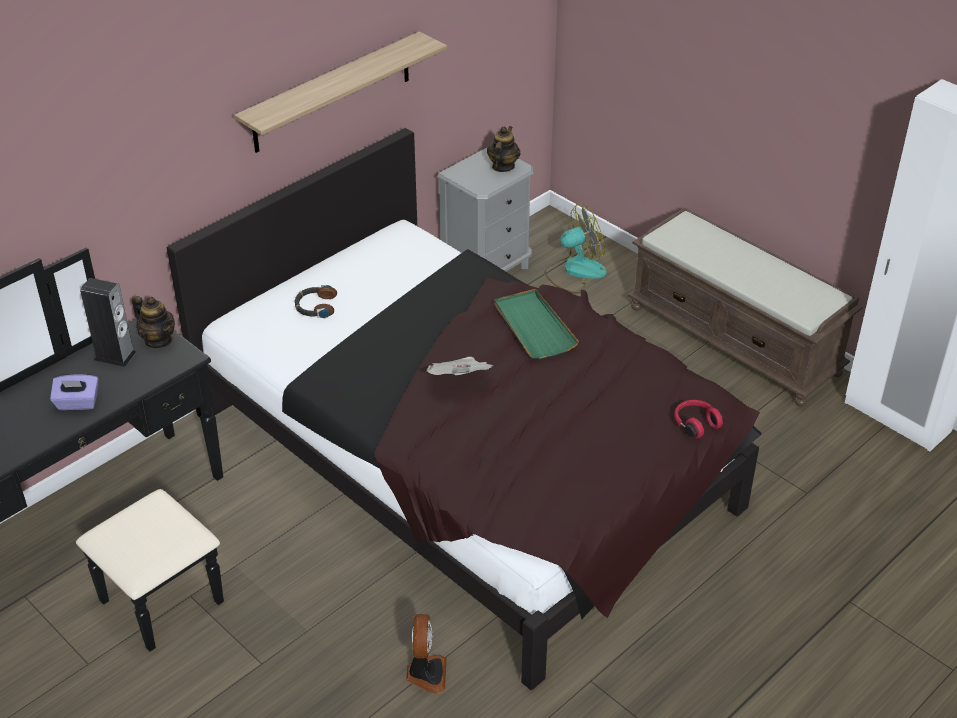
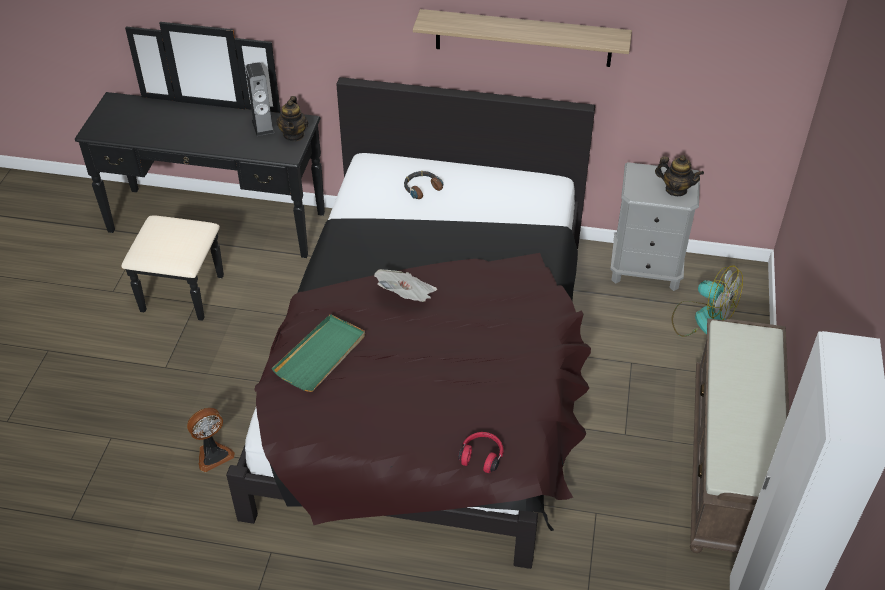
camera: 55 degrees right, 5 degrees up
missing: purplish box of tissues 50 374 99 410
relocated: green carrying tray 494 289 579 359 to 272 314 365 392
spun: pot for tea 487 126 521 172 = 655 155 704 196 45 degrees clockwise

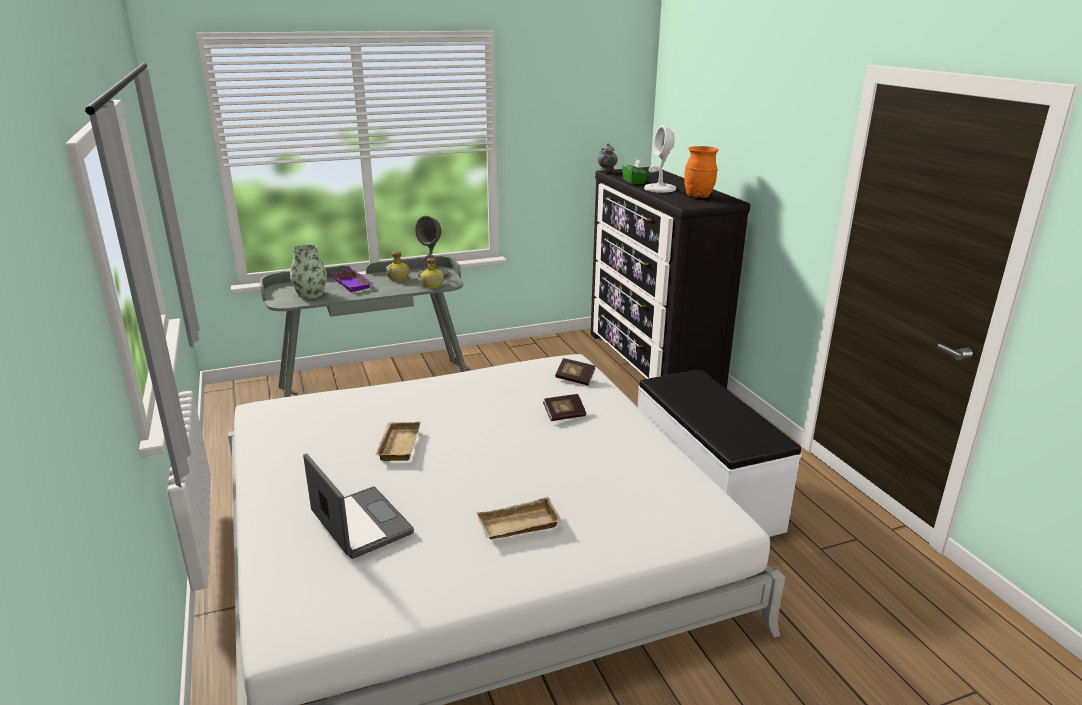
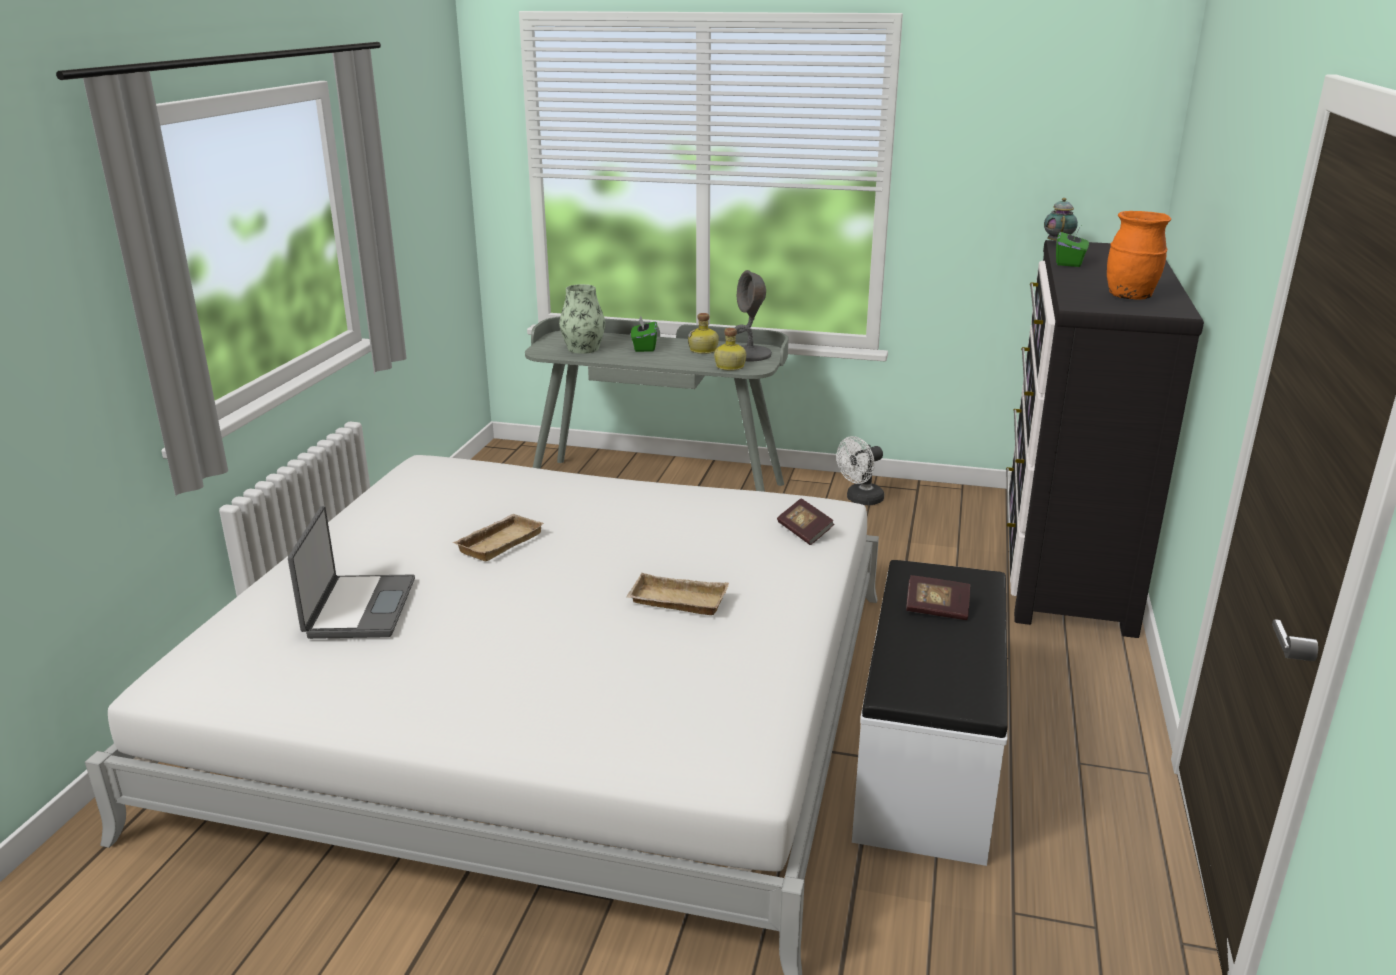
camera: 35 degrees right, 0 degrees up
missing: whitish lamp for a table 644 125 676 193
appeared: whitish fan 837 436 884 505
relocated: volume 543 394 586 421 to 906 575 970 620; beige carrying tray 477 497 561 539 to 626 573 729 615
exchanged: purplish carrying tray 331 270 374 293 to green box of tissues 631 316 657 352

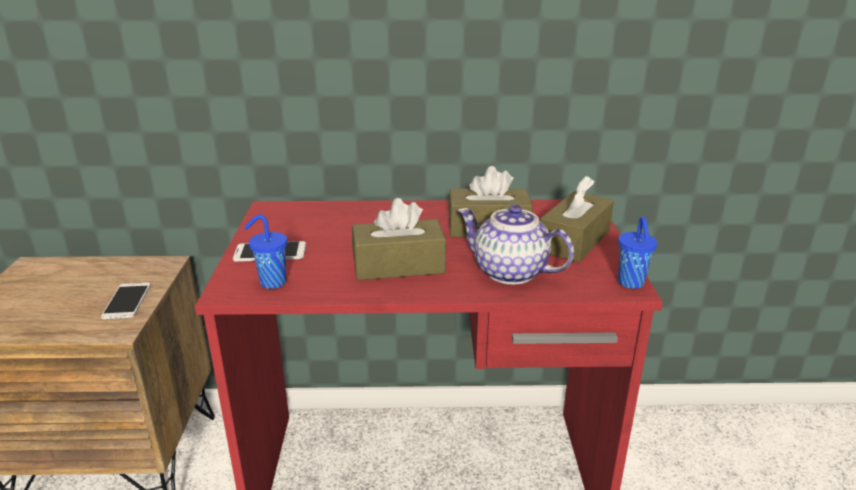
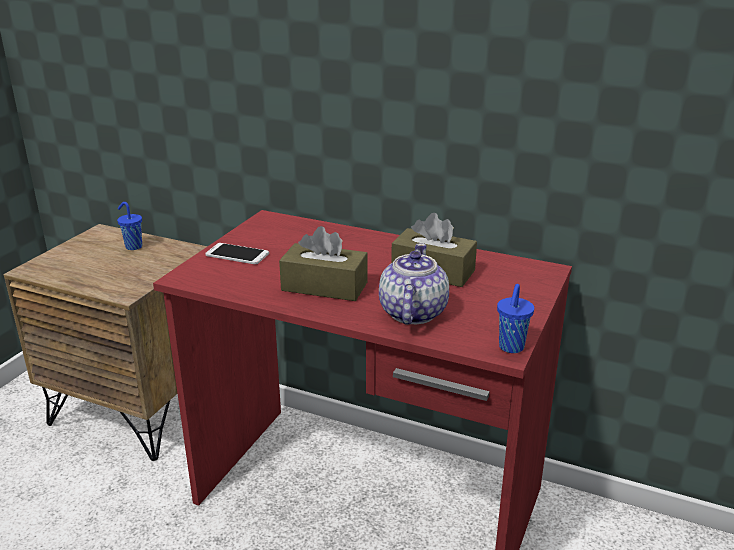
camera: 25 degrees right, 0 degrees up
missing: brown-coloured box of tissues 540 176 614 263; telephone 101 283 151 319
relocated: bluish drinking cup 244 215 287 289 to 117 202 142 250
spun: pot for tea 457 204 574 285 = 379 243 449 325 45 degrees clockwise

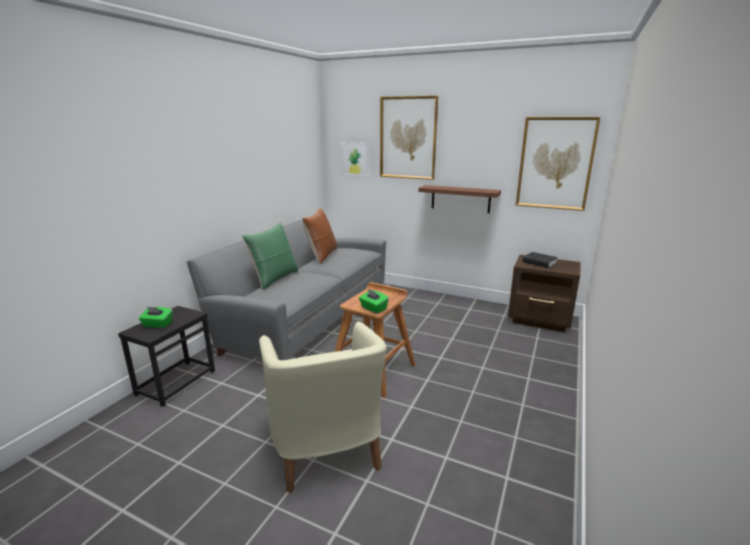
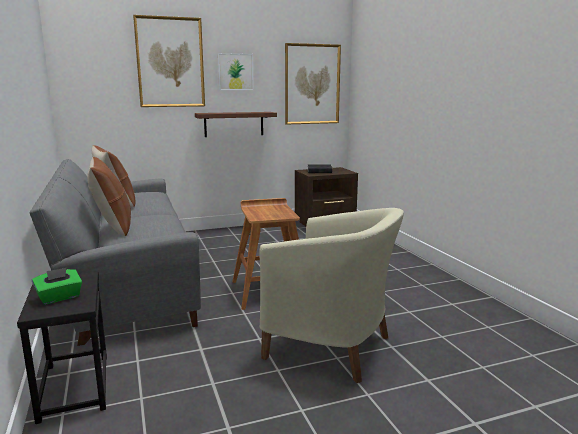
camera: 45 degrees left, 5 degrees down
missing: green box of tissues 359 289 389 313
relocated: wall art 341 142 370 176 to 218 53 254 90
colour: green pillow 242 223 298 290 to brown-coloured pillow 87 157 131 236

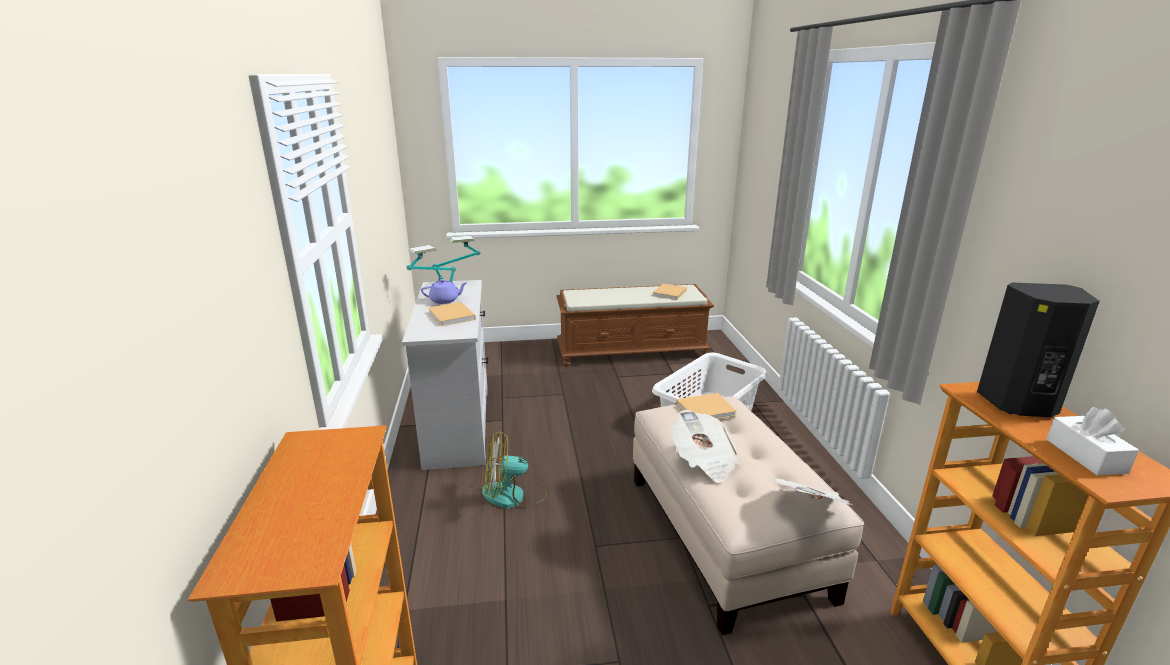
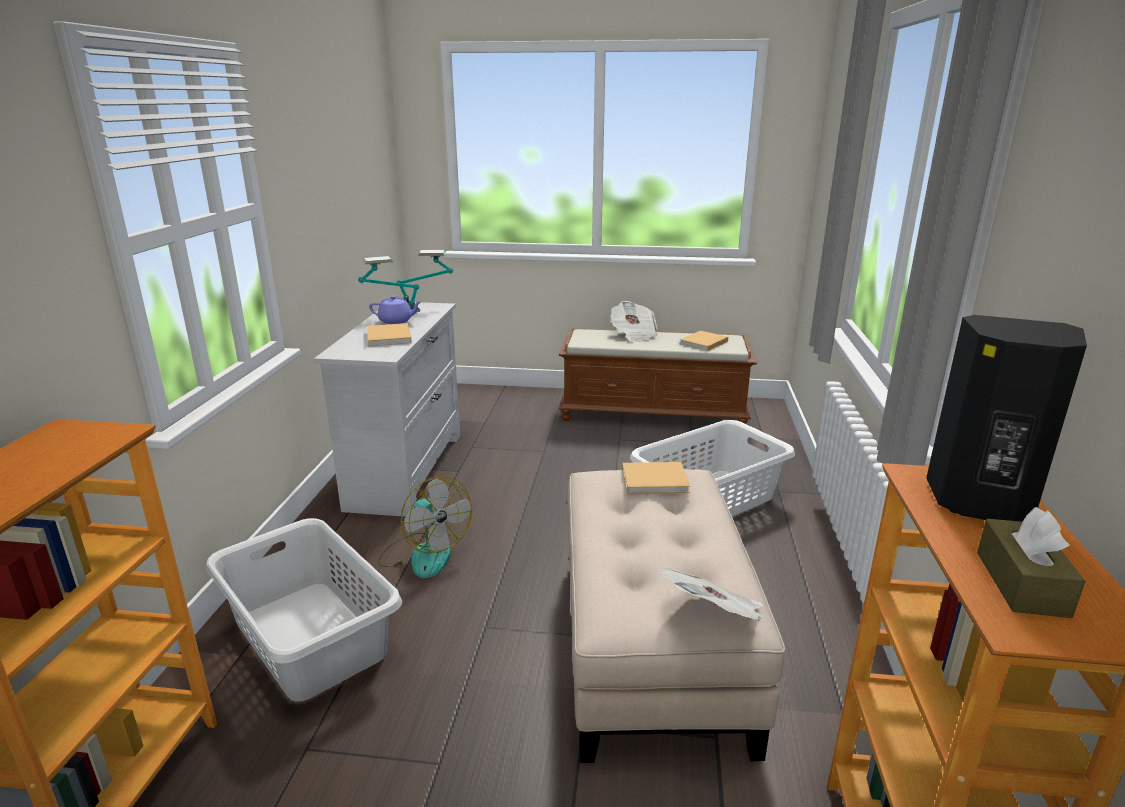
camera: 15 degrees right, 0 degrees up
appeared: grey washing basket 206 518 402 702
relocated: daily paper 670 410 740 483 to 611 301 658 343
colour: whitish box of tissues 1046 407 1139 475 to brown-coloured box of tissues 977 507 1085 618
spun: fan 482 431 547 508 = 378 476 472 578 135 degrees counterclockwise

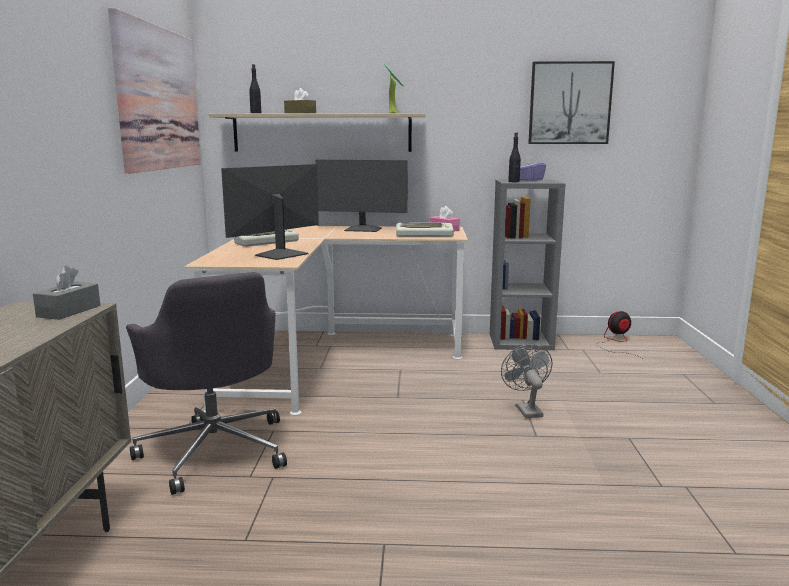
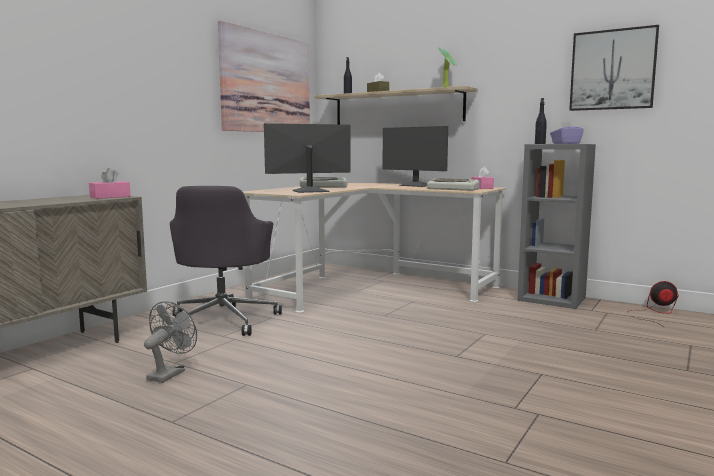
camera: 30 degrees right, 5 degrees down
relocated: grey fan 501 344 553 418 to 144 301 197 383
colour: grey box of tissues 33 266 100 320 to pink box of tissues 89 168 130 199

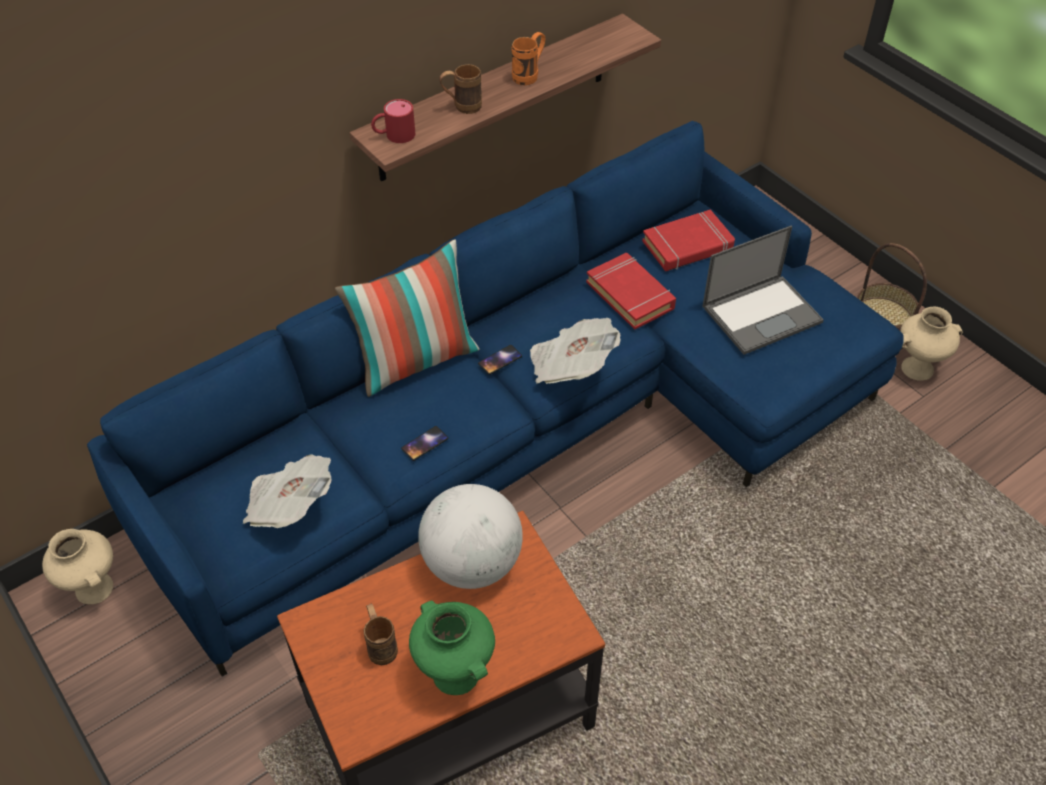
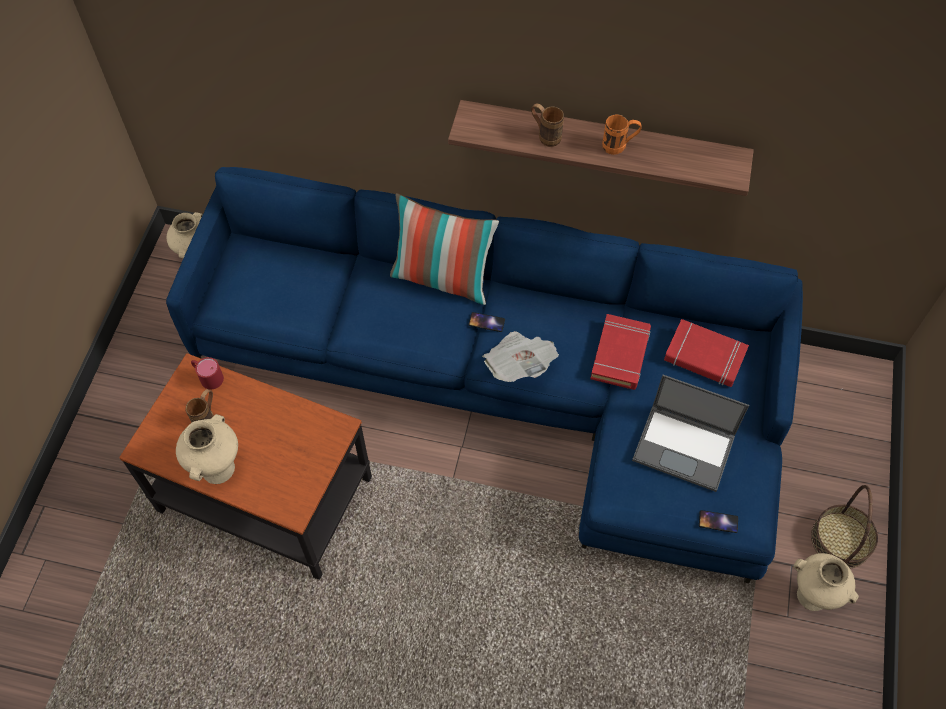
camera: 50 degrees right, 10 degrees up
missing: daily paper 243 454 332 528; desk globe 418 484 523 589
relocated: red mug 371 99 415 143 to 191 357 224 390; telephone 401 426 448 461 to 699 510 738 533
colour: green flower vase 409 600 495 695 to beige flower vase 176 414 238 484

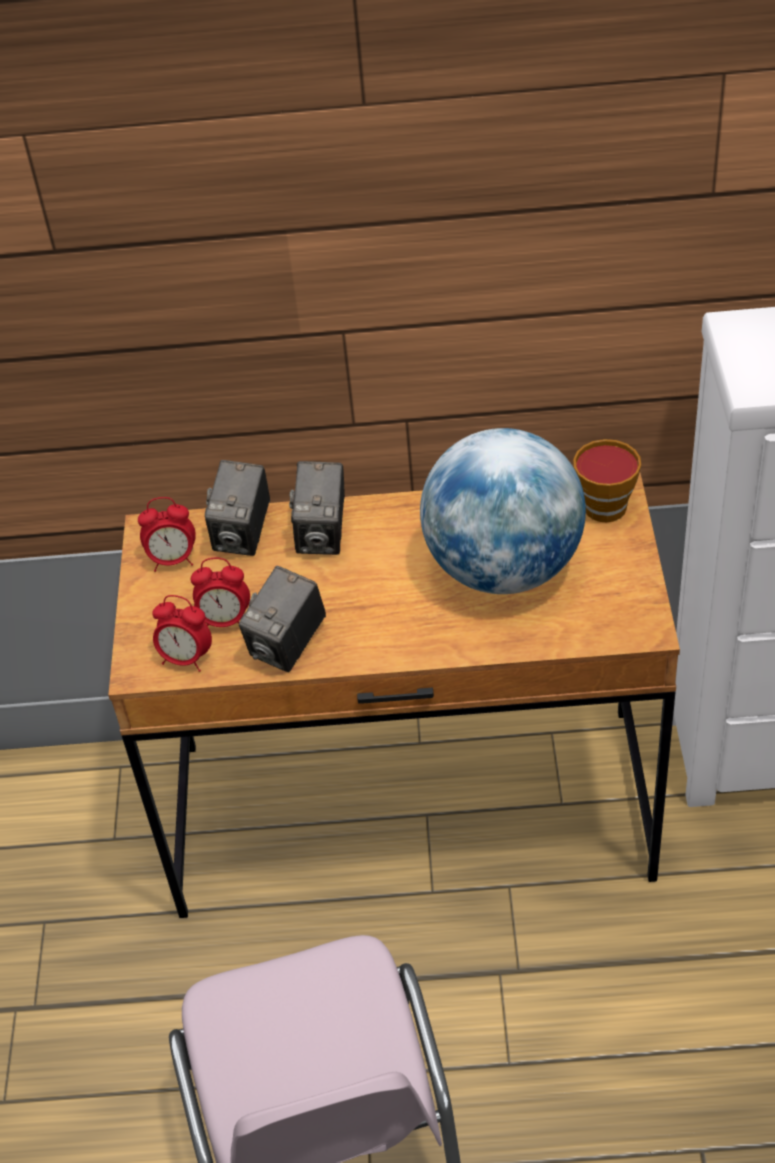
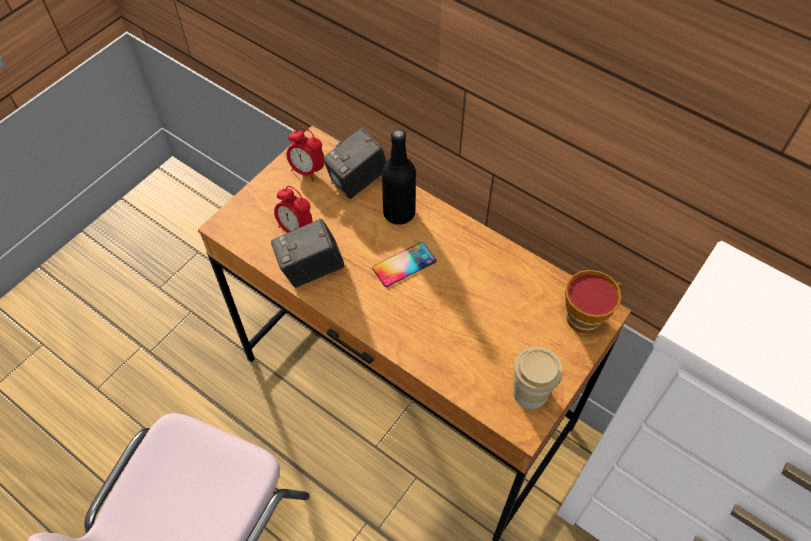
camera: 35 degrees right, 10 degrees up
missing: desk globe 420 428 586 594; bedside clock 152 595 212 672
appeared: telephone 372 242 436 287; drinking cup 513 347 563 409
exchanged: still camera 289 461 345 555 to black-coloured bottle 382 129 416 225

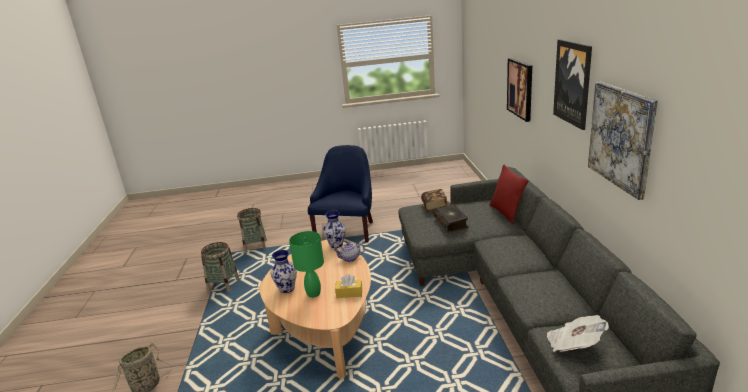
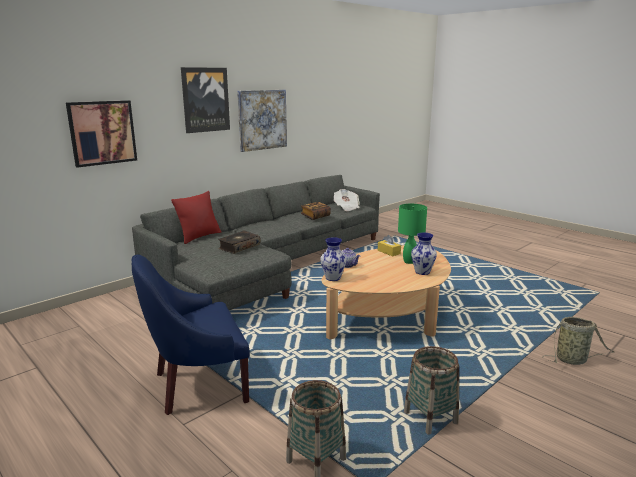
camera: 130 degrees left, 5 degrees down
relocated: volume 421 189 448 212 to 301 202 331 220

